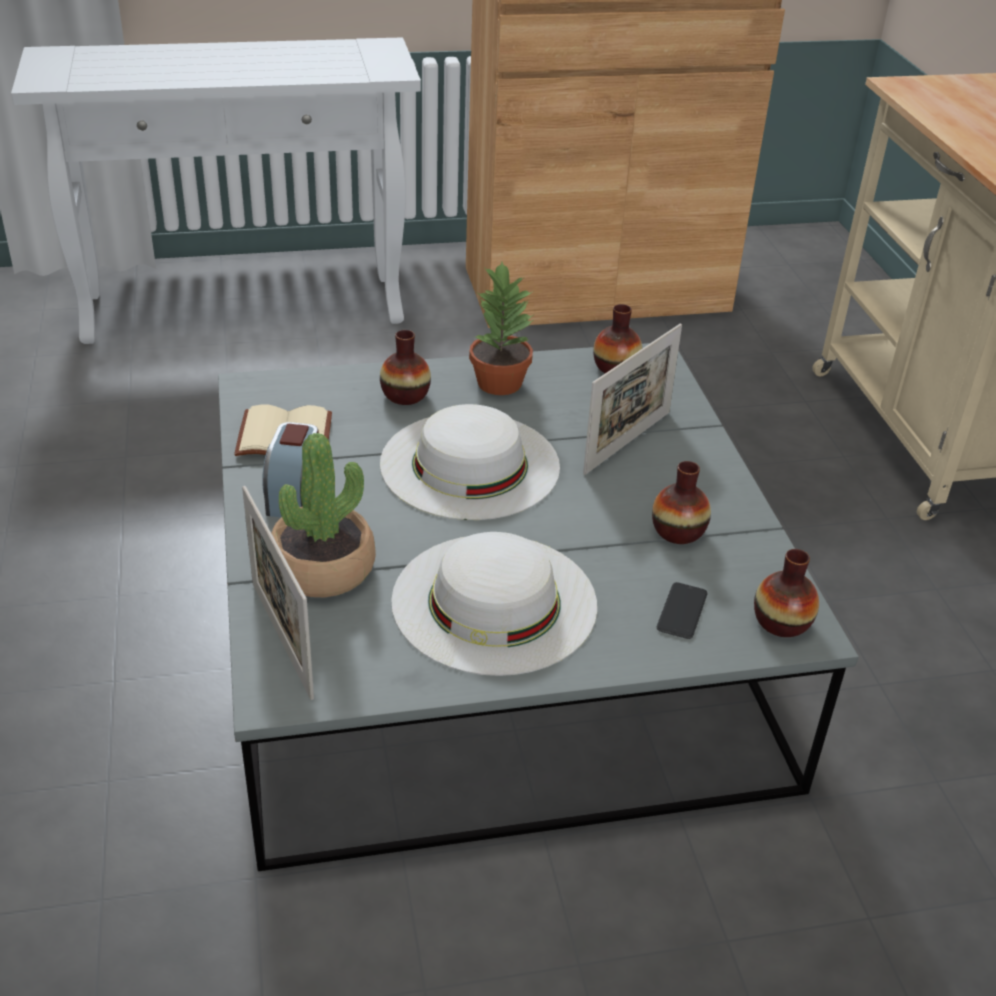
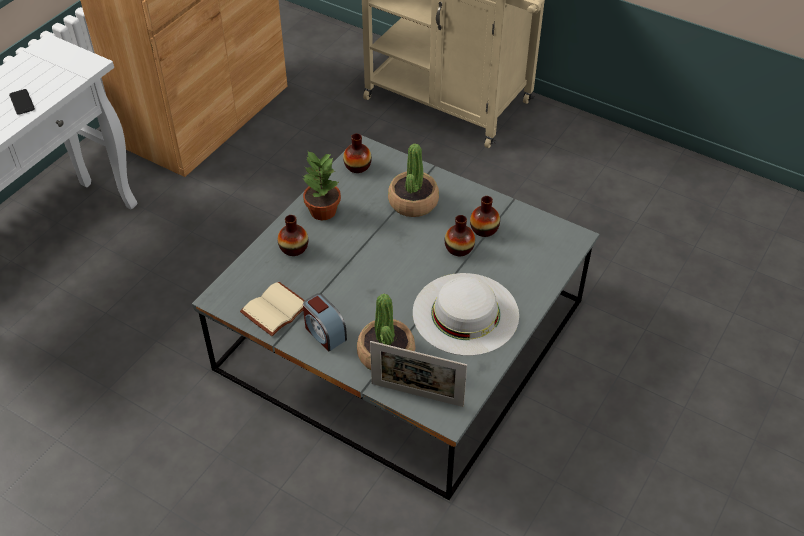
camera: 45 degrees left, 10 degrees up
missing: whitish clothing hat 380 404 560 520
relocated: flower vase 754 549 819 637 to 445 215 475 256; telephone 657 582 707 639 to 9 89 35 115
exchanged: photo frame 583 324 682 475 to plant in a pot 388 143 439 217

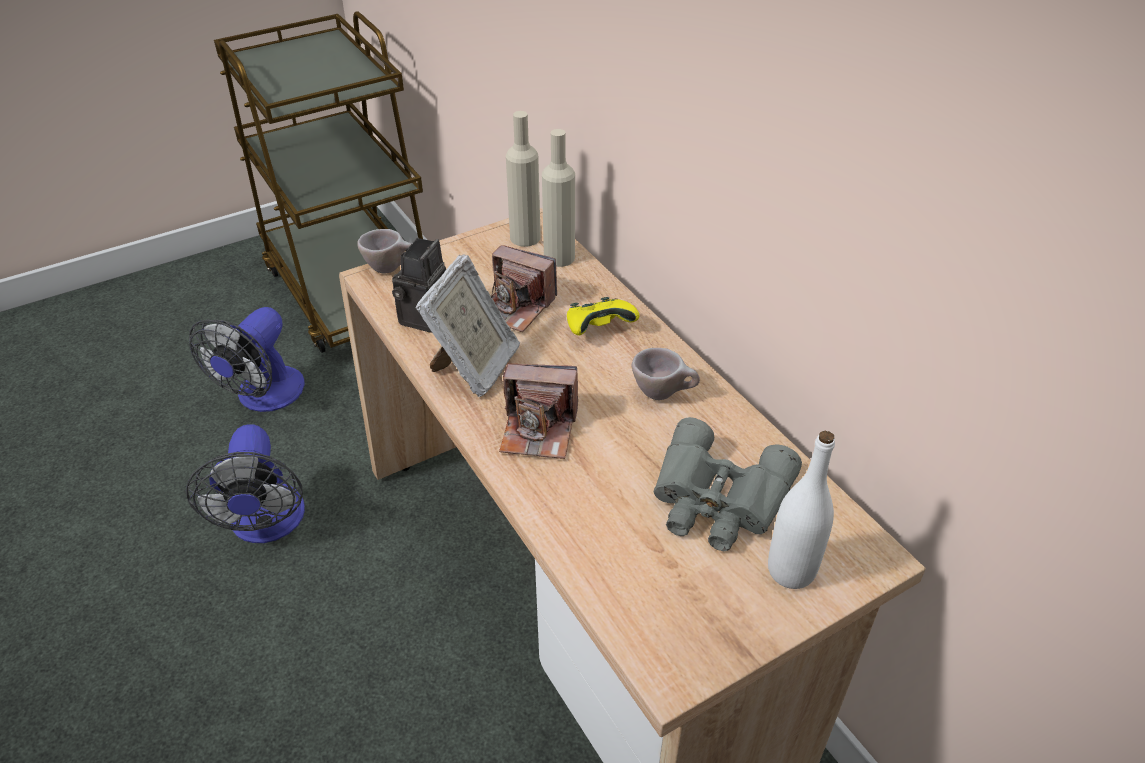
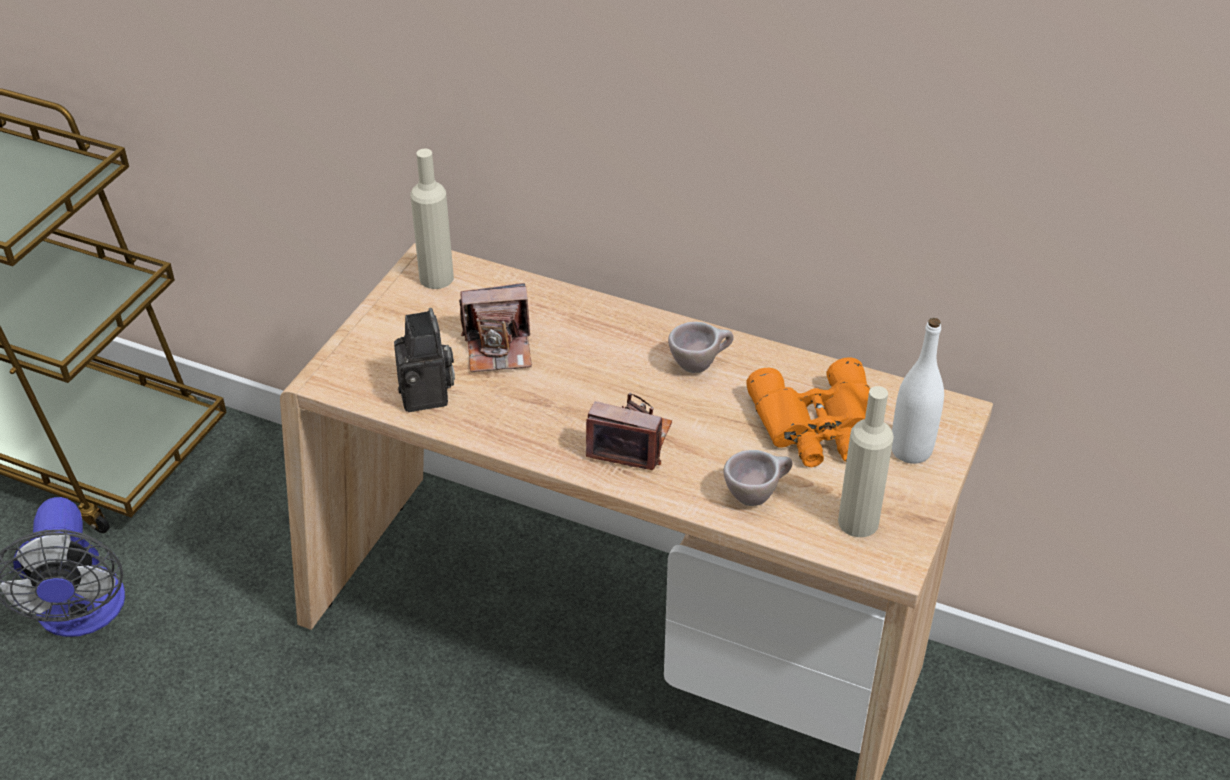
camera: 35 degrees left, 0 degrees up
missing: photo frame 416 254 520 397; yellow-coloured joypad 567 297 639 335; fan 186 424 305 543
relocated: beige bottle 542 129 575 267 to 838 386 894 537; beige drinking cup 357 229 412 274 to 724 450 792 506
colour: grey pair of binoculars 654 417 802 551 to orangey pair of binoculars 746 357 870 467
spun: still camera 499 364 578 459 = 586 393 672 470 135 degrees counterclockwise

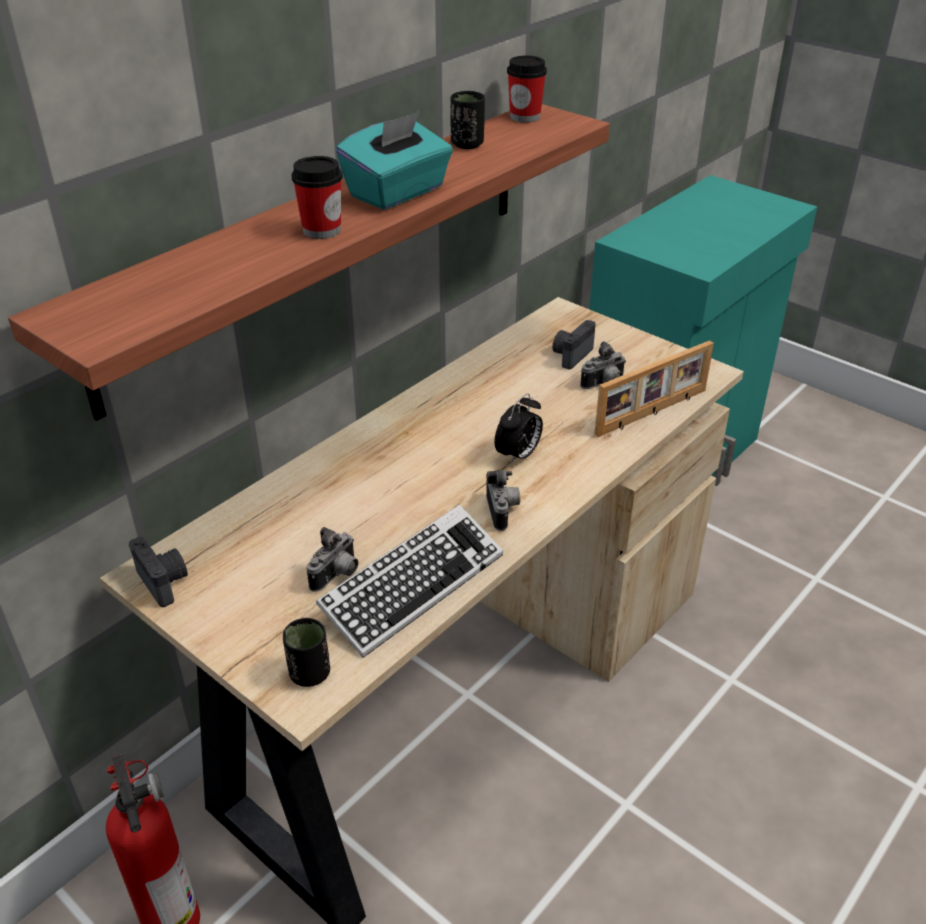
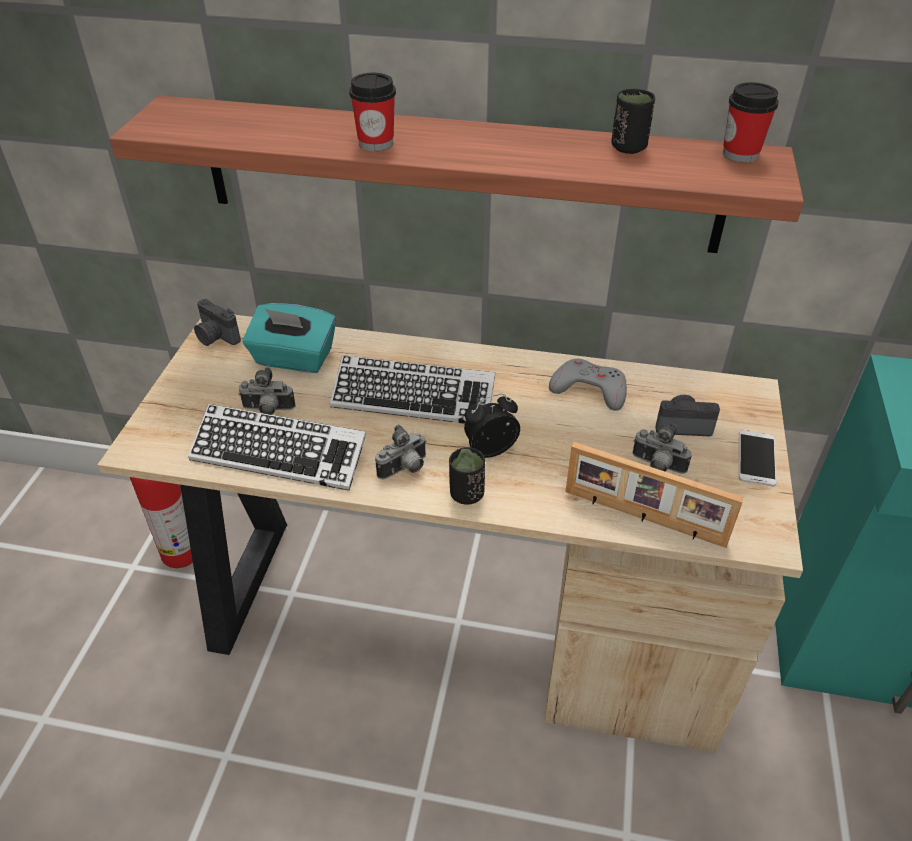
camera: 60 degrees right, 5 degrees up
appeared: computer keyboard 330 355 495 424; grey joypad 549 358 627 411; telephone 739 430 777 487
relocated: turquoise-coloured box of tissues 336 111 453 210 to 242 303 336 373; black-coloured drinking cup 283 618 330 687 to 449 447 485 505
spun: bedside clock 495 393 543 465 = 464 394 520 458 150 degrees clockwise; still camera 129 537 188 607 = 194 299 241 346 105 degrees clockwise

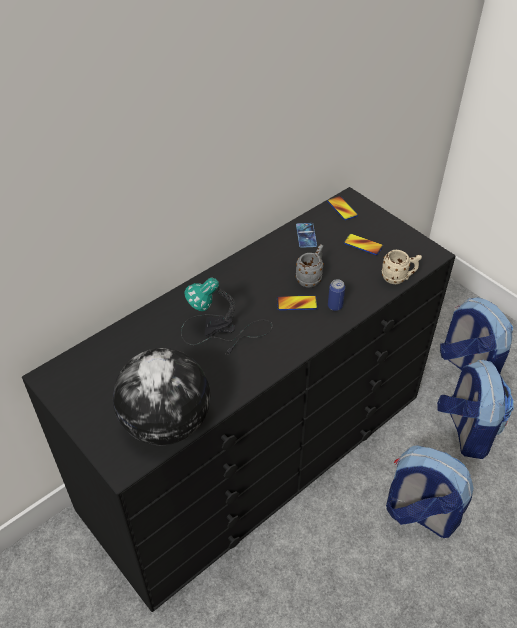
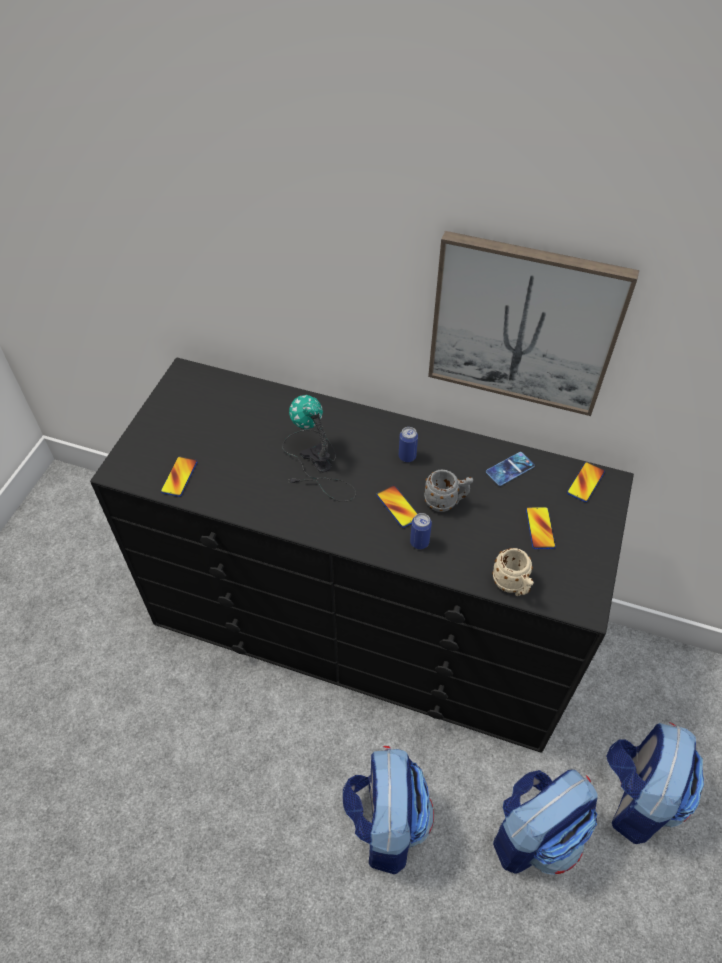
camera: 60 degrees right, 5 degrees up
appeared: wall art 428 231 639 416; can 399 427 418 462
exchanged: desk globe 113 348 210 446 to telephone 161 456 198 497

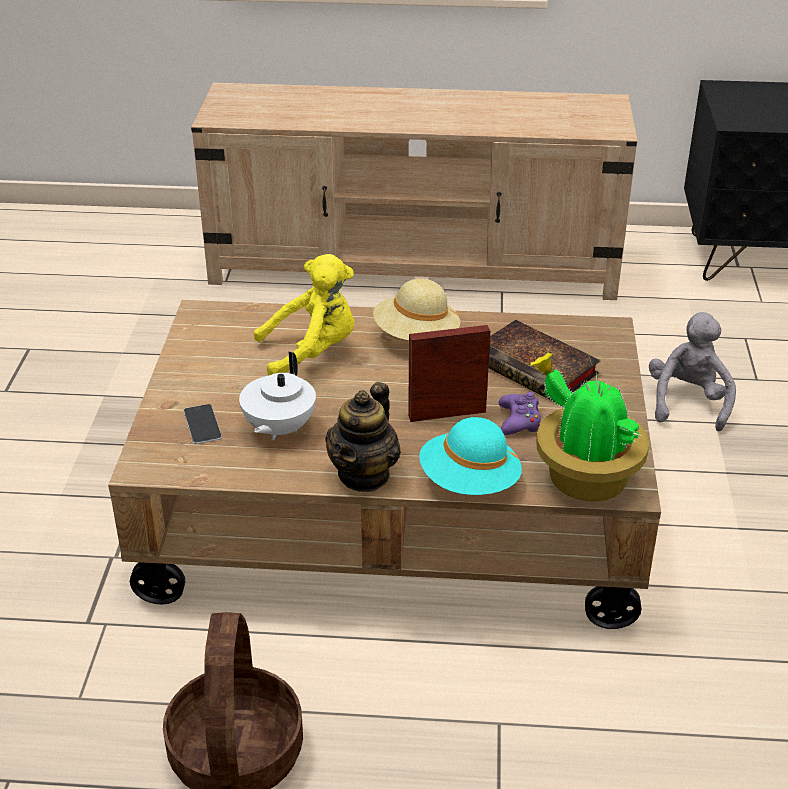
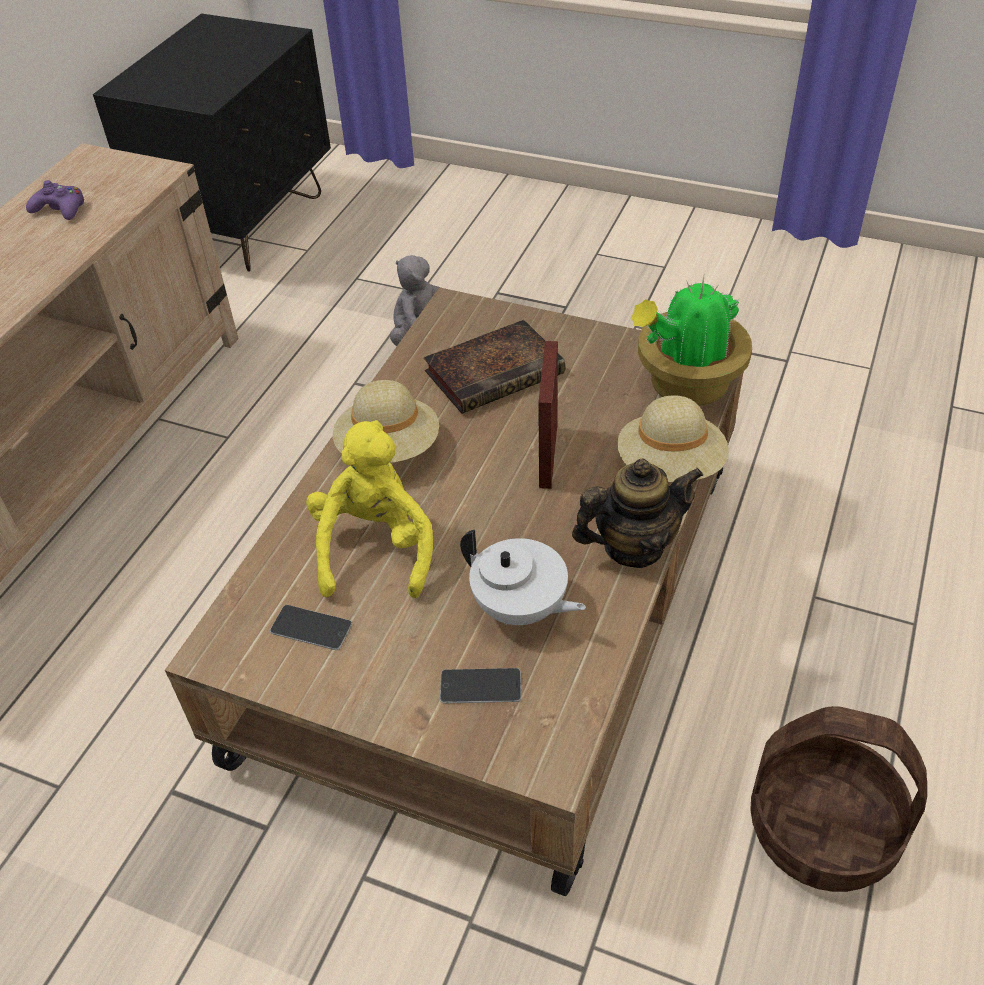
camera: 70 degrees left, 10 degrees up
appeared: telephone 270 605 352 650
relocated: purplish joypad 499 392 541 435 to 26 180 84 220
colour: turquoise-coloured clothing hat 419 417 522 495 to beige clothing hat 617 395 729 482
spun: pot for tea 325 382 401 492 = 572 458 703 568 60 degrees counterclockwise

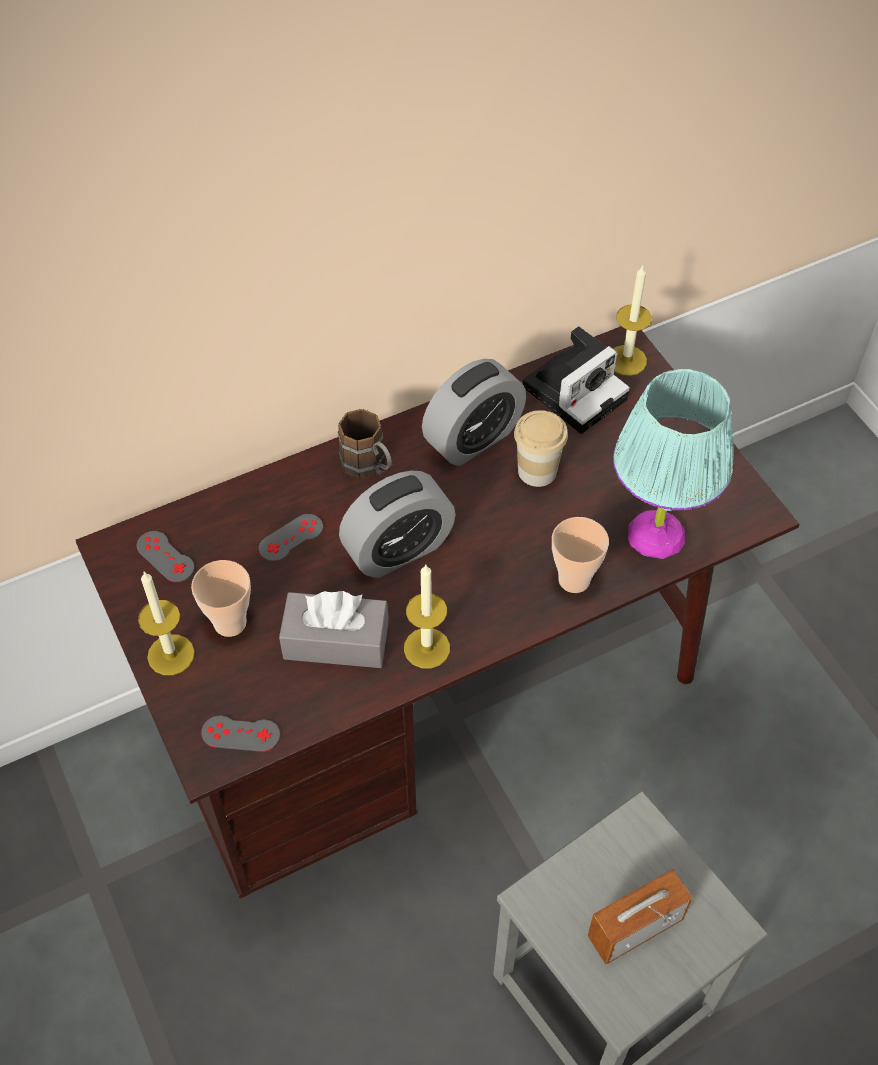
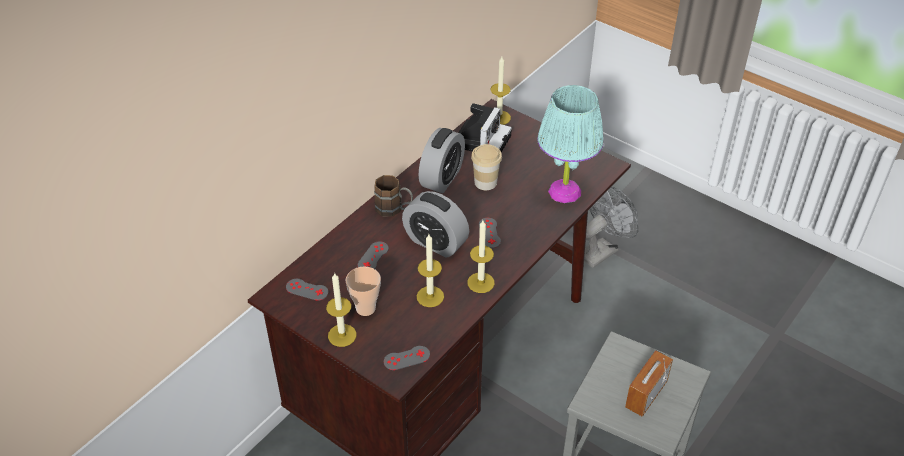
camera: 25 degrees left, 10 degrees down
missing: drinking cup 552 517 609 593
appeared: grey fan 584 187 639 268; grey joypad 479 218 501 249
exchanged: grey box of tissues 279 591 389 668 to wax light 417 234 444 307
spun: bedside clock 339 471 456 578 = 402 191 469 258 90 degrees clockwise

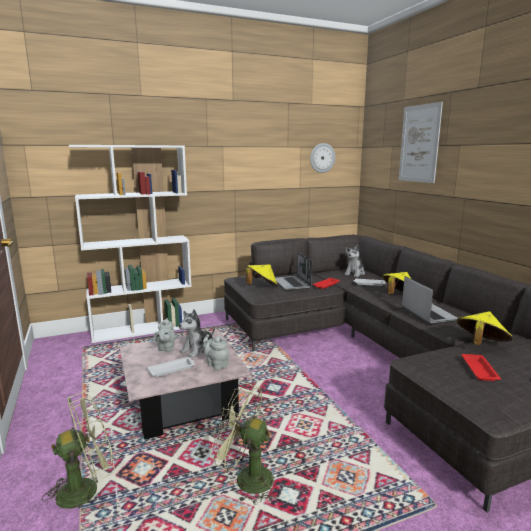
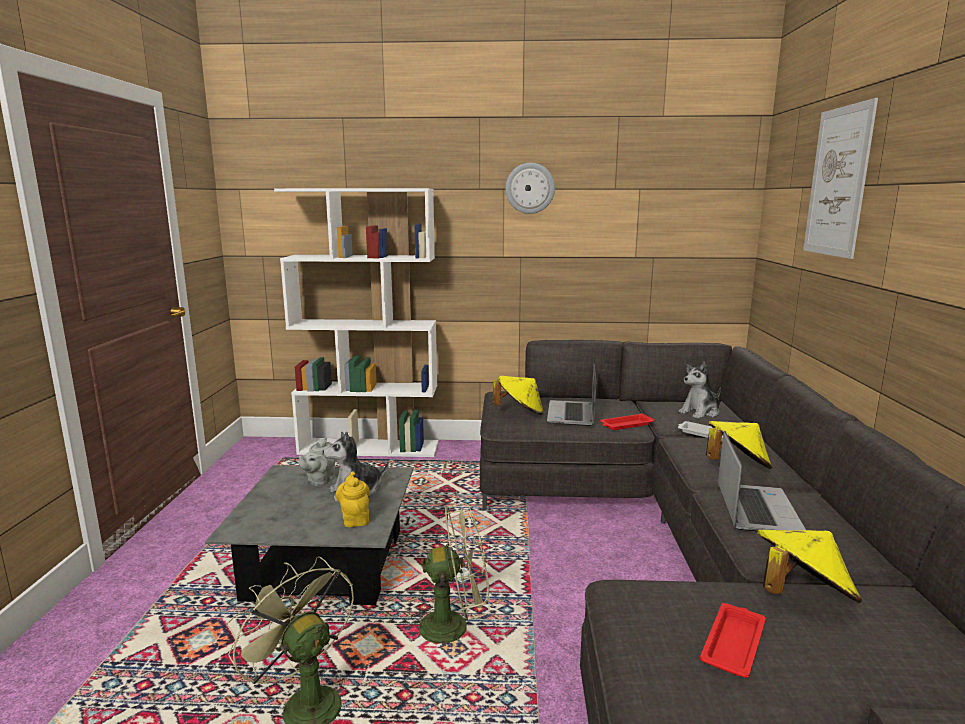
camera: 25 degrees right, 0 degrees up
missing: whitish carrying tray 147 357 195 377
relocated: wall clock 310 143 335 173 to 505 163 555 214; green fan 42 392 115 509 to 406 503 489 653
colour: pink coffee table 119 330 252 440 to grey coffee table 205 465 413 605; grey pot for tea 203 334 229 370 to yellow-coloured pot for tea 335 471 370 527

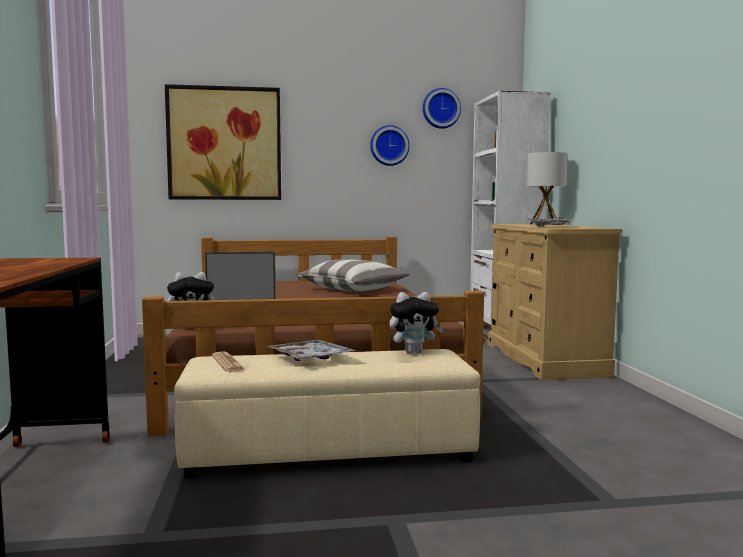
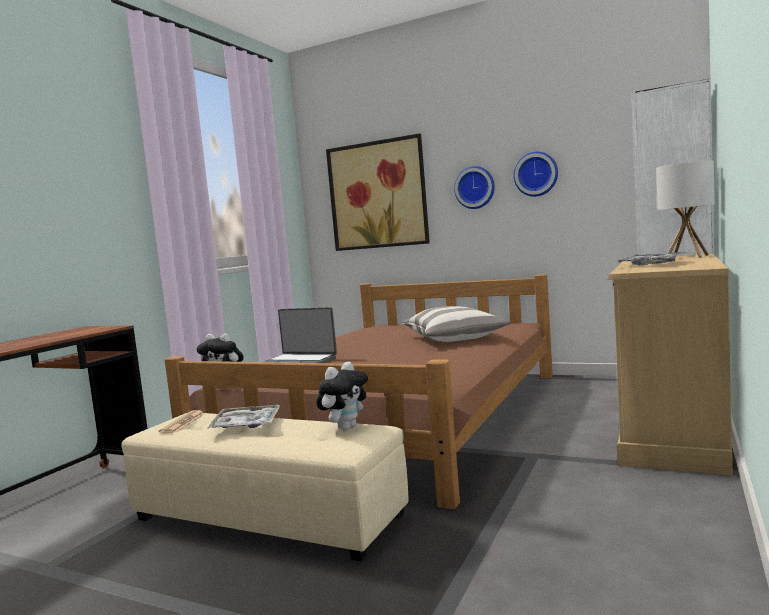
camera: 35 degrees right, 0 degrees up
relocated: wall clock 423 88 461 129 to 454 166 495 209
spun: cuddly toy 389 292 444 354 = 316 361 368 430 75 degrees counterclockwise

